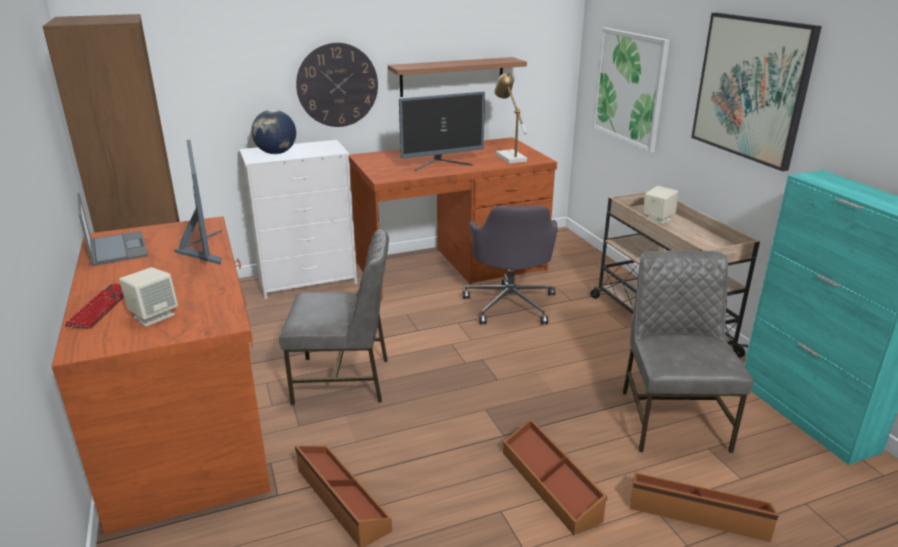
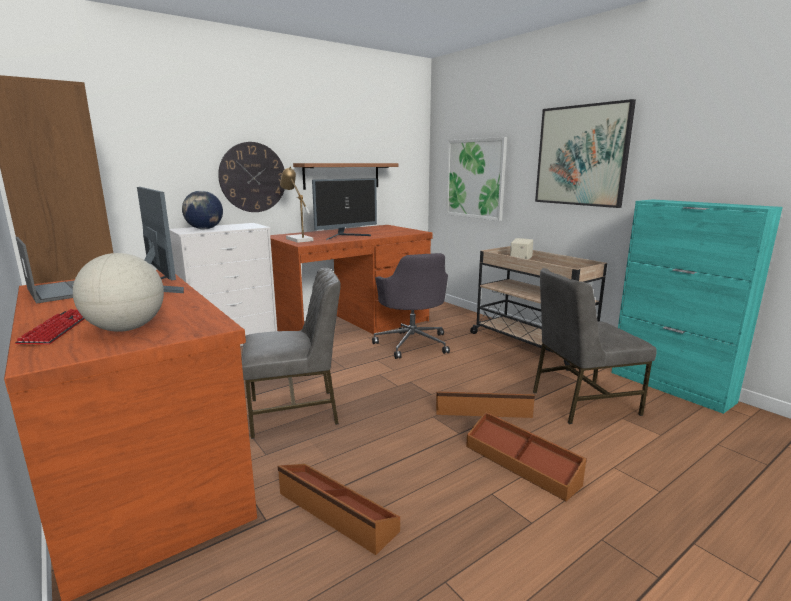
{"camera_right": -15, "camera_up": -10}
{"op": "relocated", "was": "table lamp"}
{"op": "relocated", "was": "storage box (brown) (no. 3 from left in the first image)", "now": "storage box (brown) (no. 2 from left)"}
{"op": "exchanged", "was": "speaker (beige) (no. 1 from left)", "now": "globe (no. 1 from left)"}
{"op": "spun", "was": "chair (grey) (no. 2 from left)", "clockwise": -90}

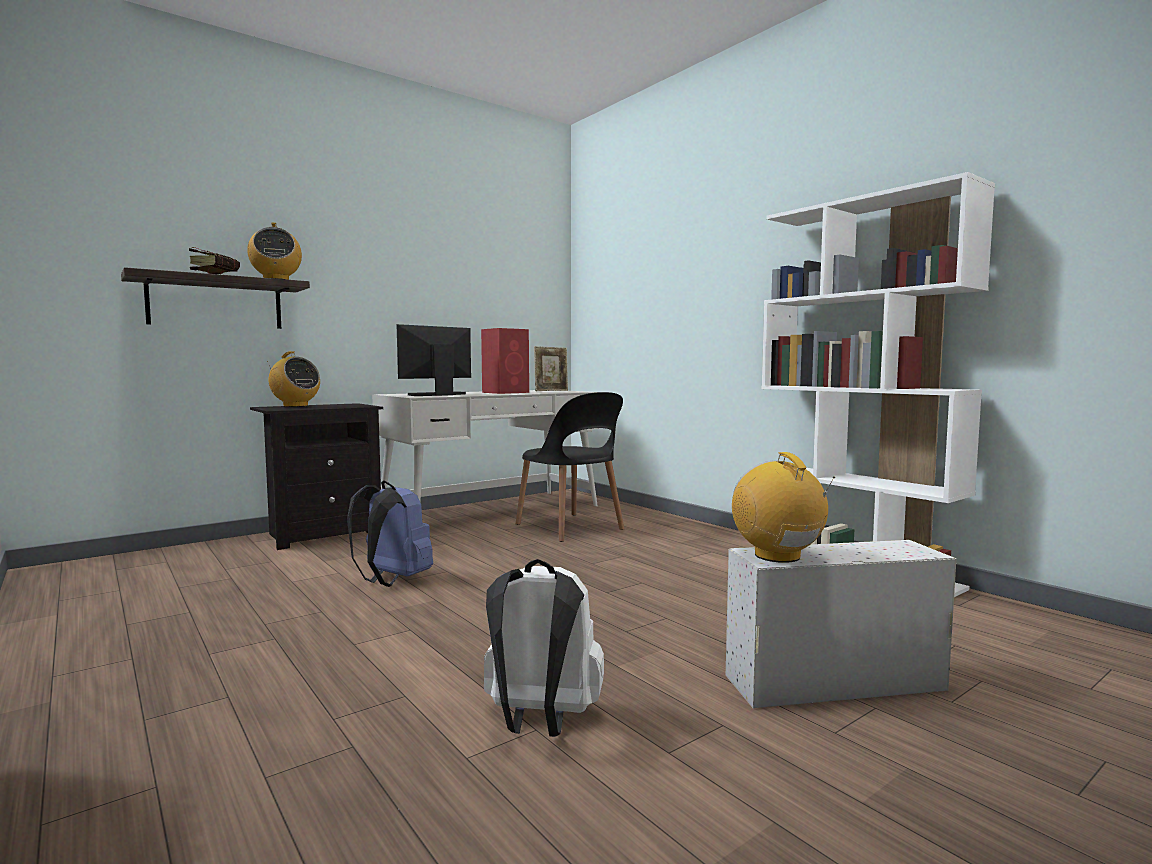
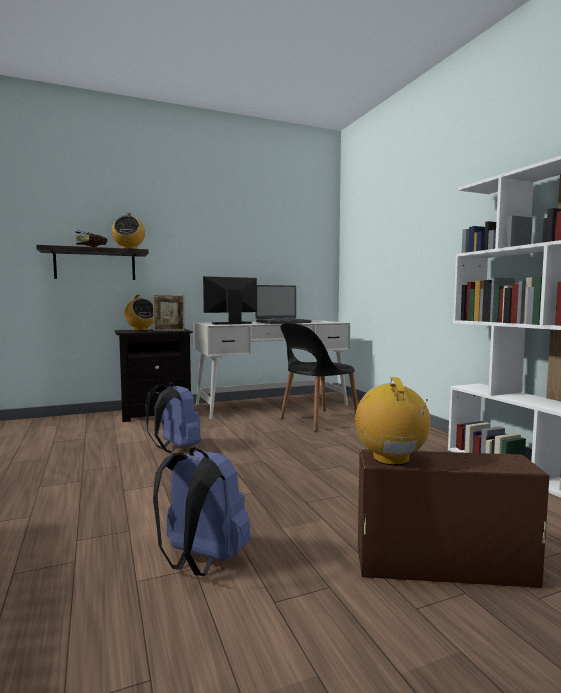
{"camera_right": 15, "camera_up": 0}
{"op": "relocated", "was": "picture frame"}
{"op": "exchanged", "was": "speaker (red)", "now": "laptop"}
{"op": "colour", "was": "backpack (white)", "now": "backpack (blue) (no. 2 from left)"}
{"op": "colour", "was": "storage box (white)", "now": "storage box (brown)"}
{"op": "spun", "was": "chair (black)", "clockwise": 75}

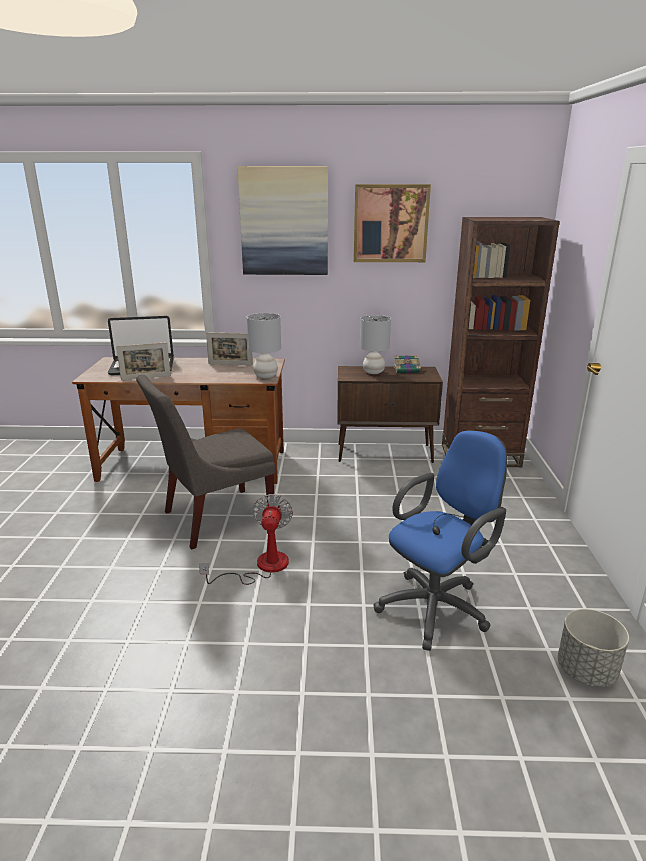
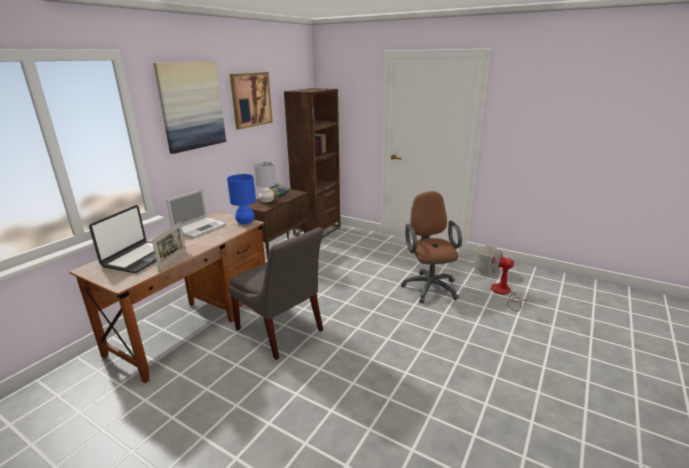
{"camera_right": -60, "camera_up": 0}
{"op": "relocated", "was": "fan"}
{"op": "exchanged", "was": "picture frame (no. 2 from left)", "now": "laptop (no. 2 from left)"}
{"op": "colour", "was": "table lamp (grey) (no. 1 from left)", "now": "table lamp (blue)"}
{"op": "colour", "was": "office chair (blue)", "now": "office chair (brown)"}
{"op": "spun", "was": "chair (grey)", "clockwise": -45}

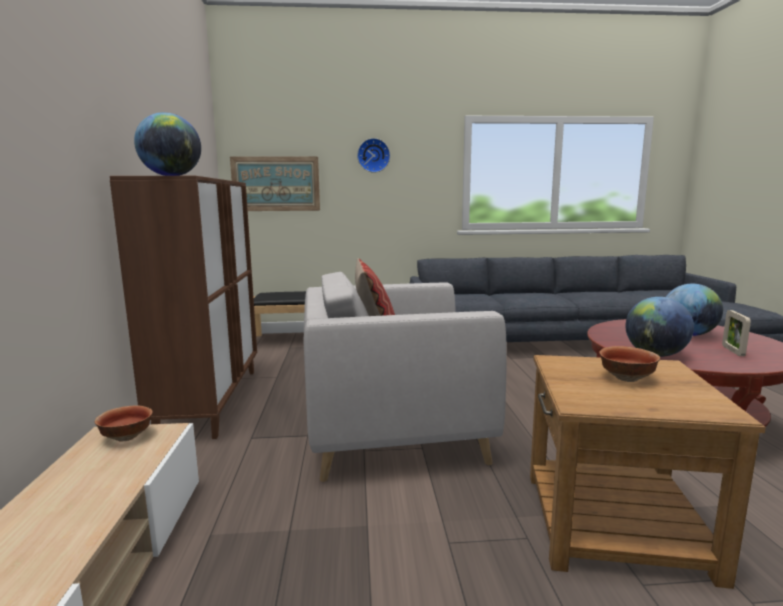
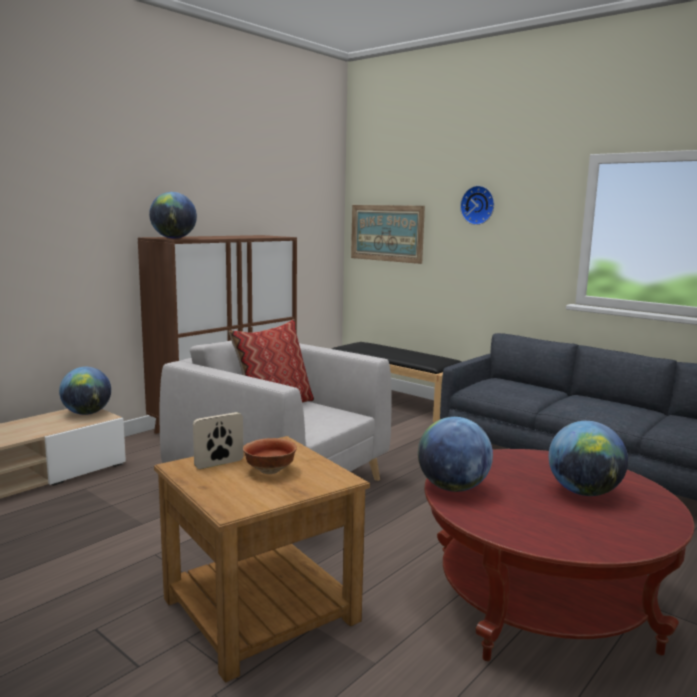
{"camera_right": 45, "camera_up": 0}
{"op": "relocated", "was": "picture frame"}
{"op": "exchanged", "was": "bowl (no. 1 from left)", "now": "globe (no. 1 from left)"}

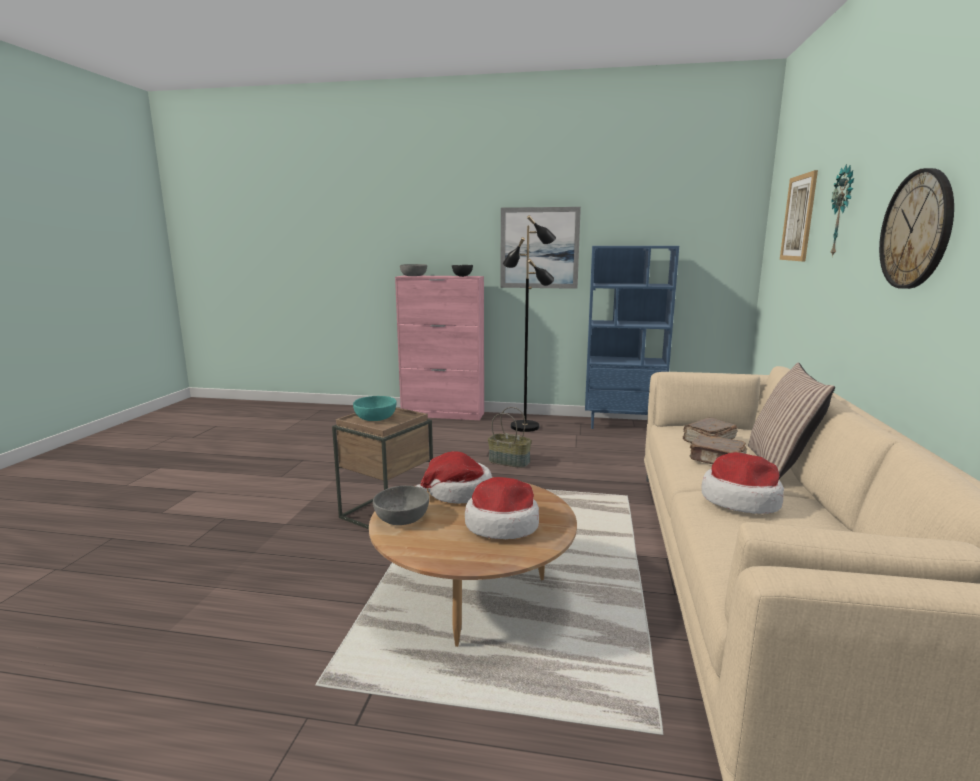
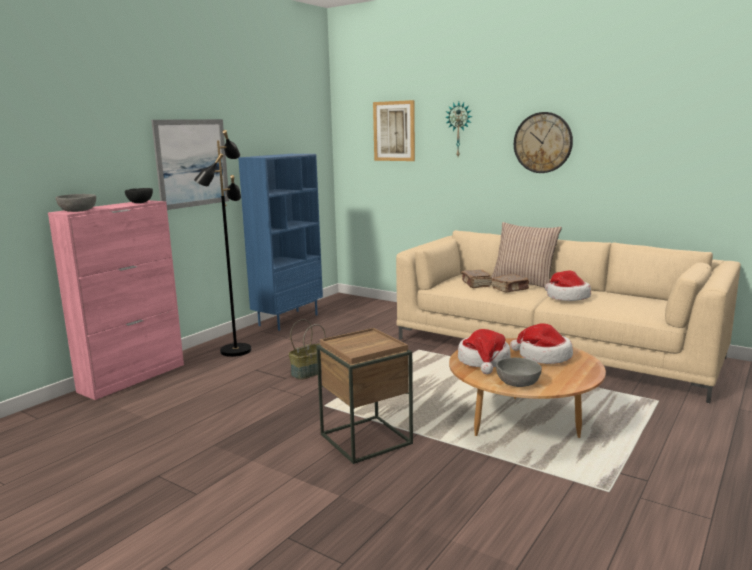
{"camera_right": -65, "camera_up": 0}
{"op": "missing", "was": "bowl (turquoise)"}

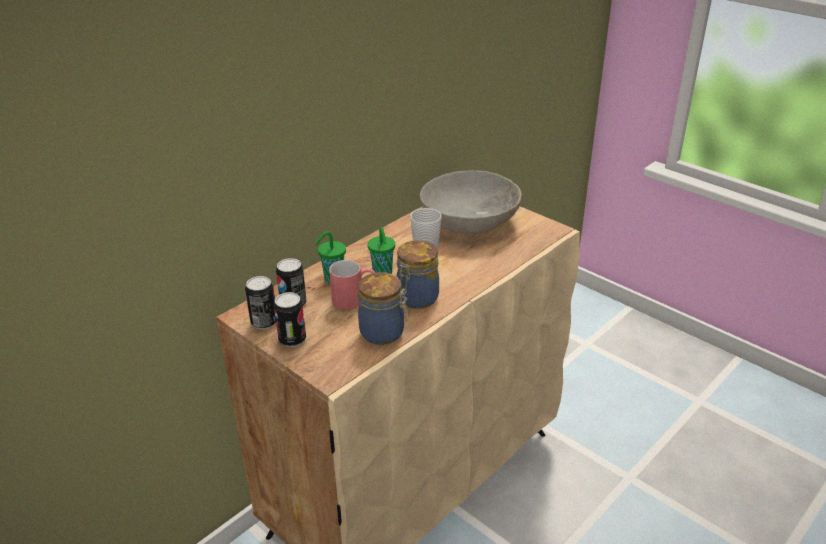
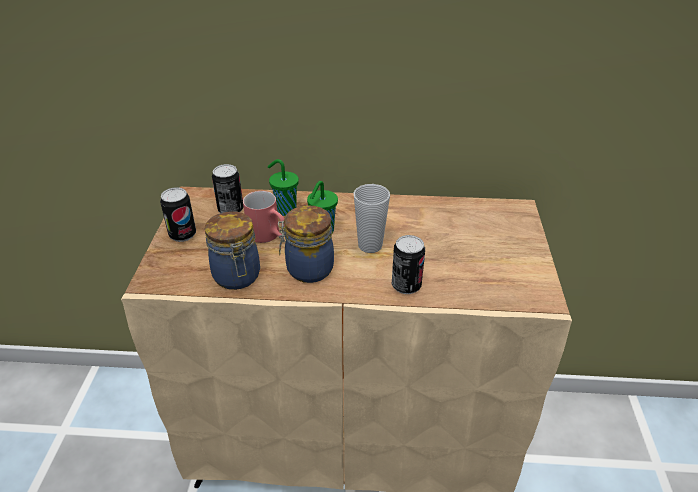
{"camera_right": 50, "camera_up": 5}
{"op": "missing", "was": "bowl (grey)"}
{"op": "relocated", "was": "can (no. 1 from left in the first image)", "now": "can (no. 3 from left)"}

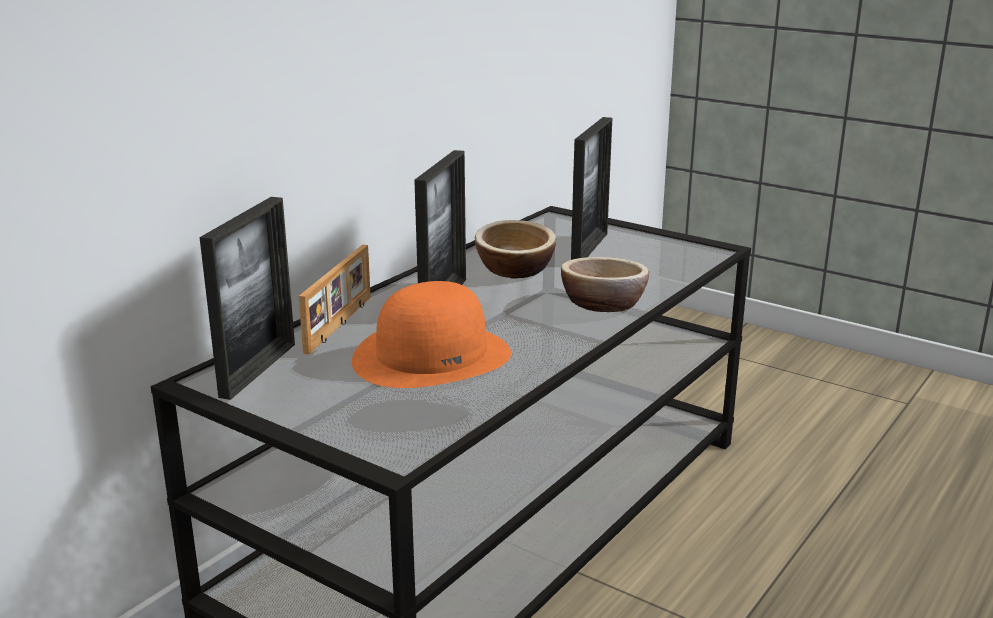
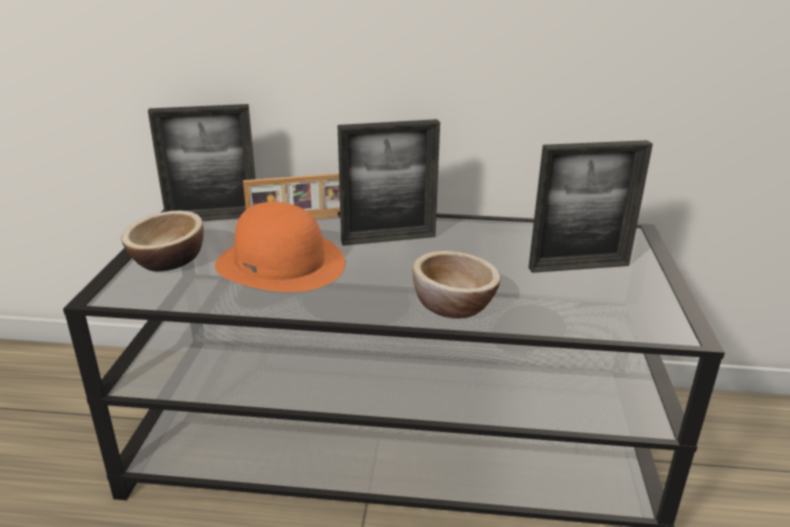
{"camera_right": 60, "camera_up": 5}
{"op": "relocated", "was": "bowl (no. 1 from left)"}

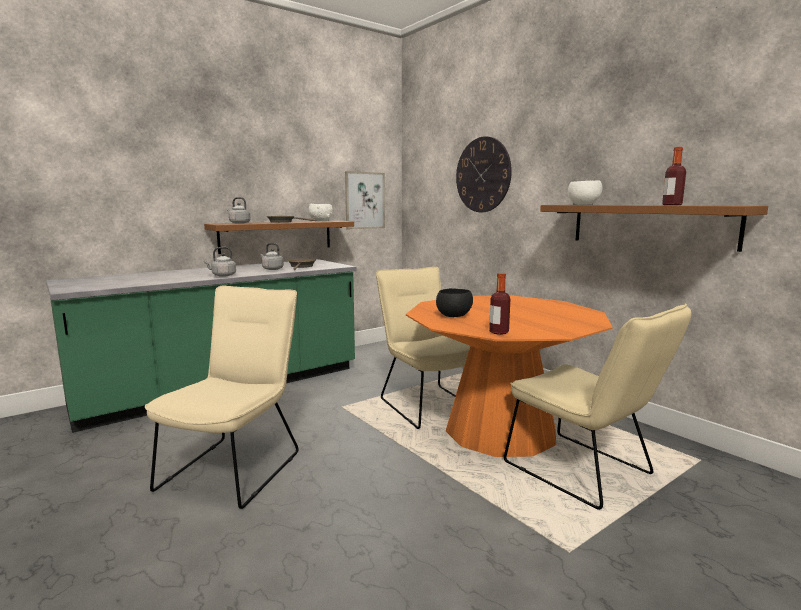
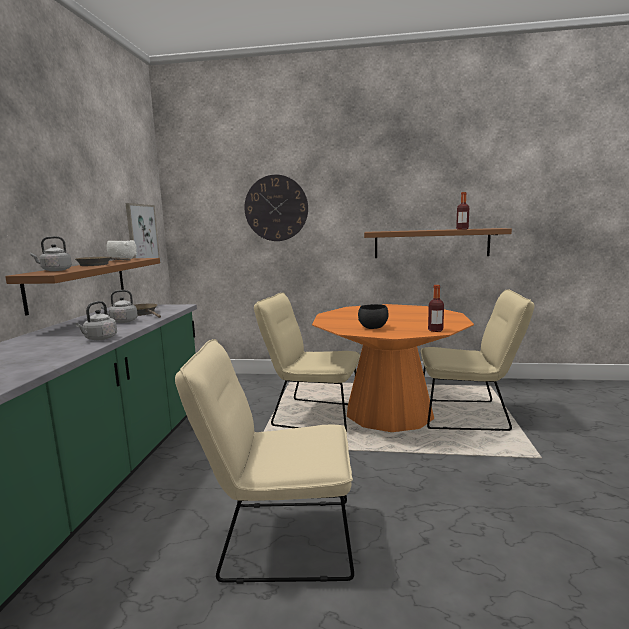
{"camera_right": -45, "camera_up": 0}
{"op": "missing", "was": "bowl (white) (no. 2 from left)"}
{"op": "spun", "was": "chair (beige) (no. 1 from left)", "clockwise": -60}

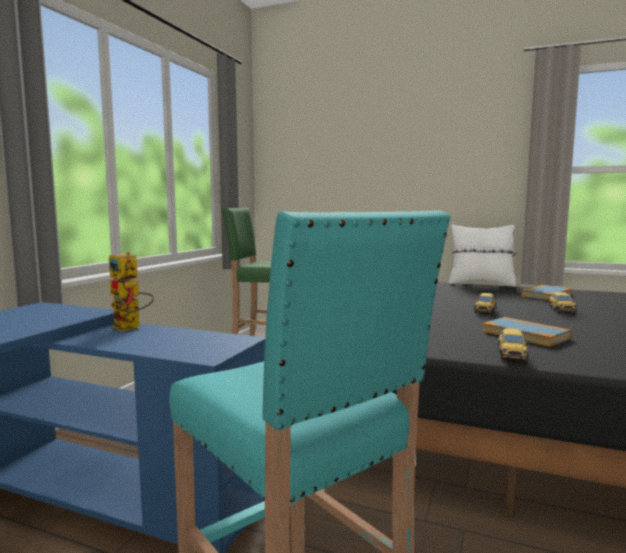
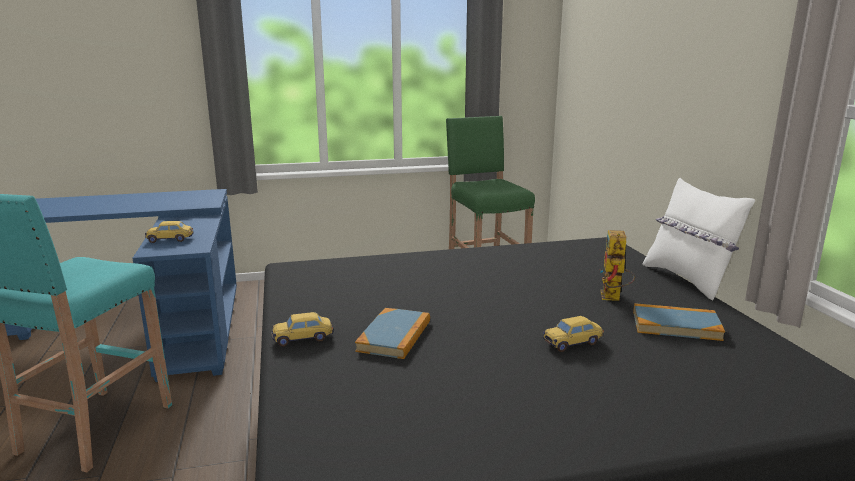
{"camera_right": 55, "camera_up": 10}
{"op": "relocated", "was": "toy robot"}
{"op": "relocated", "was": "toy car (no. 1 from left)"}

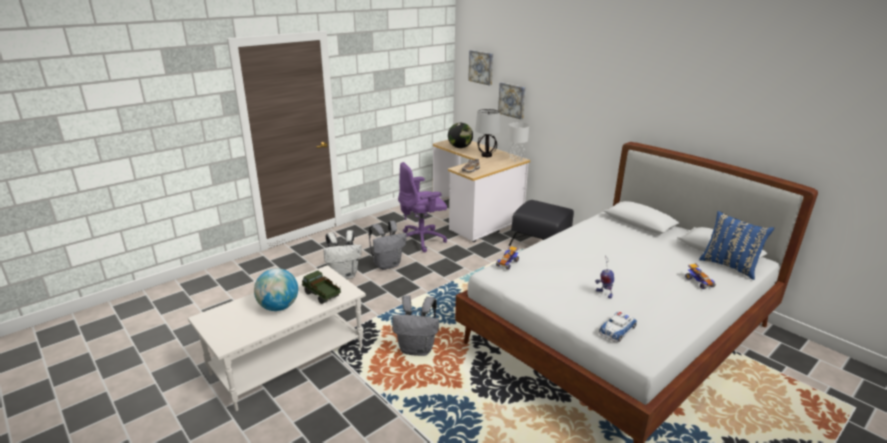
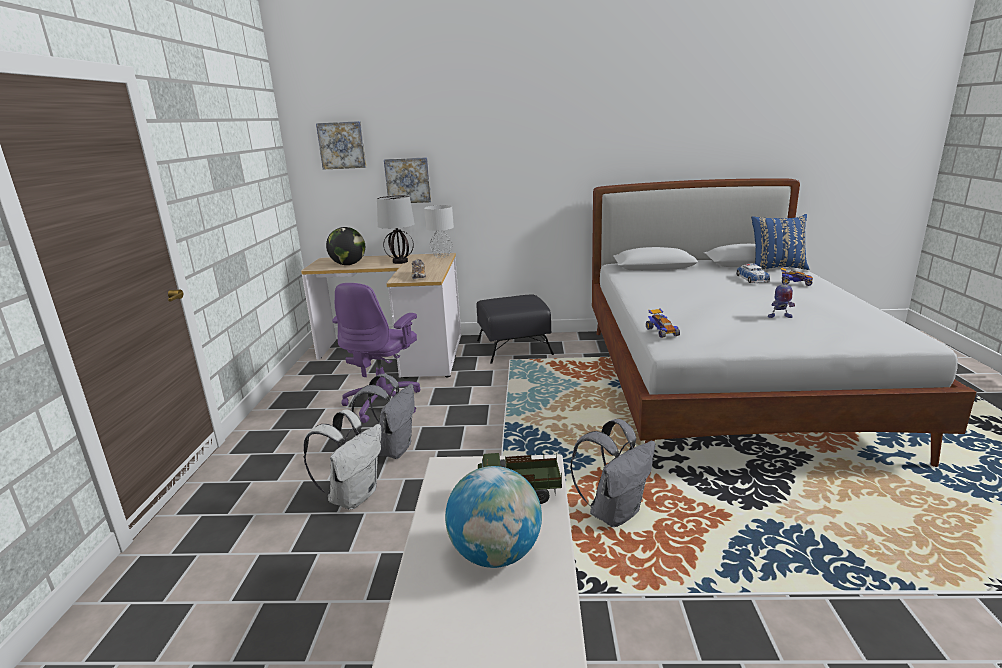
{"camera_right": -45, "camera_up": -5}
{"op": "relocated", "was": "toy car (no. 2 from left)"}

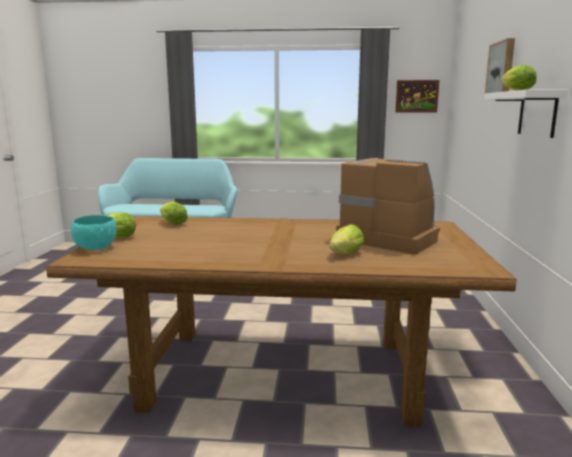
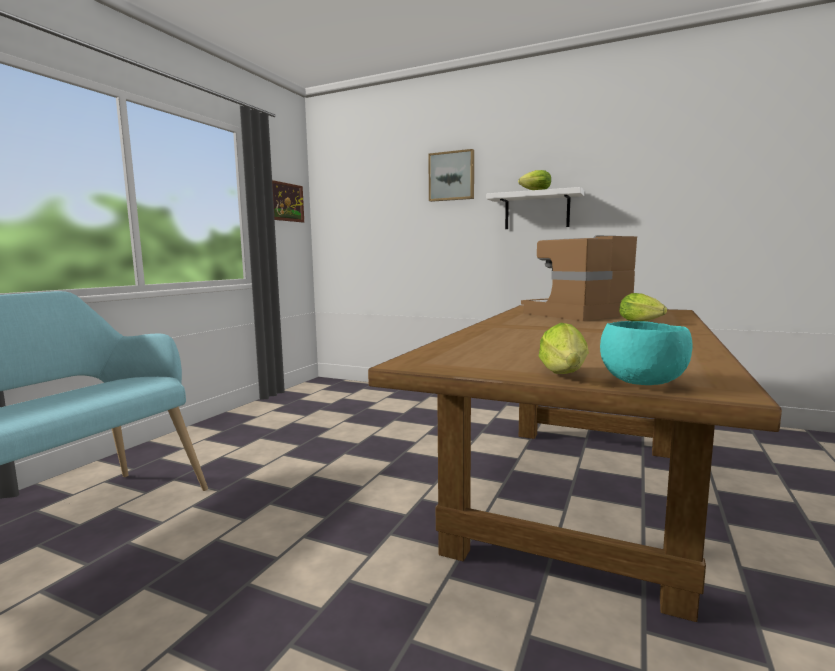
{"camera_right": -70, "camera_up": -5}
{"op": "missing", "was": "lettuce (no. 2 from left)"}

